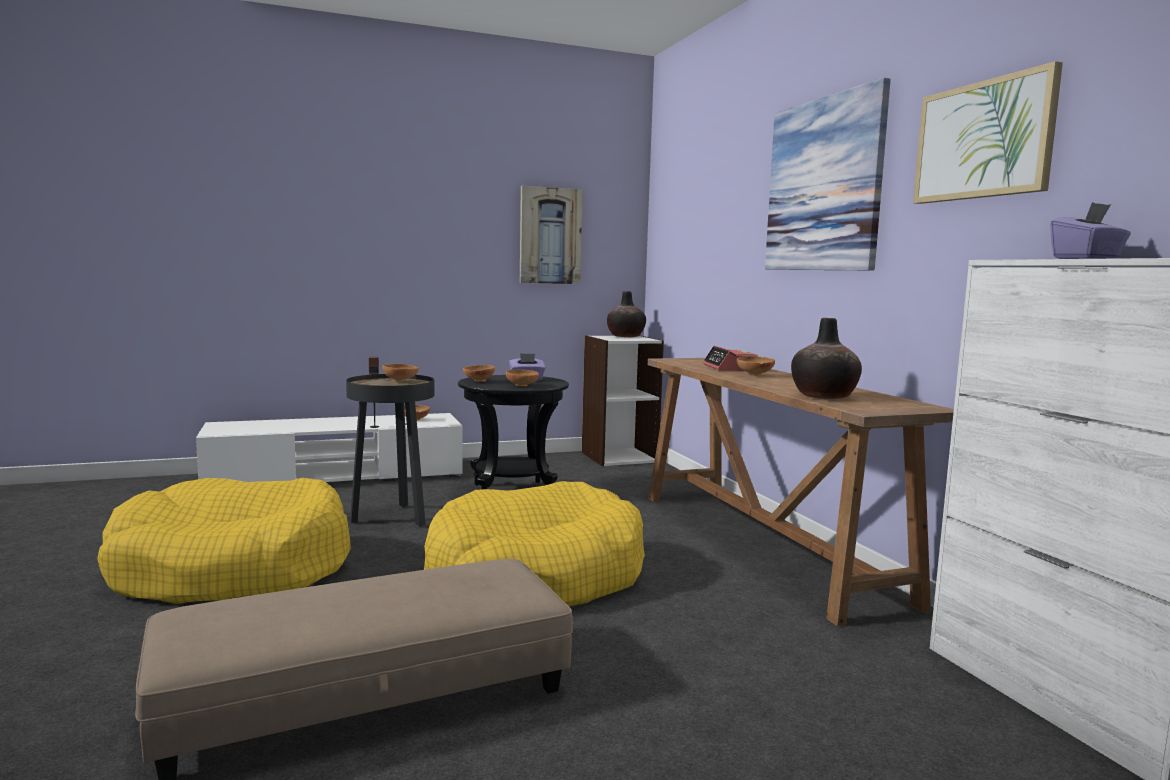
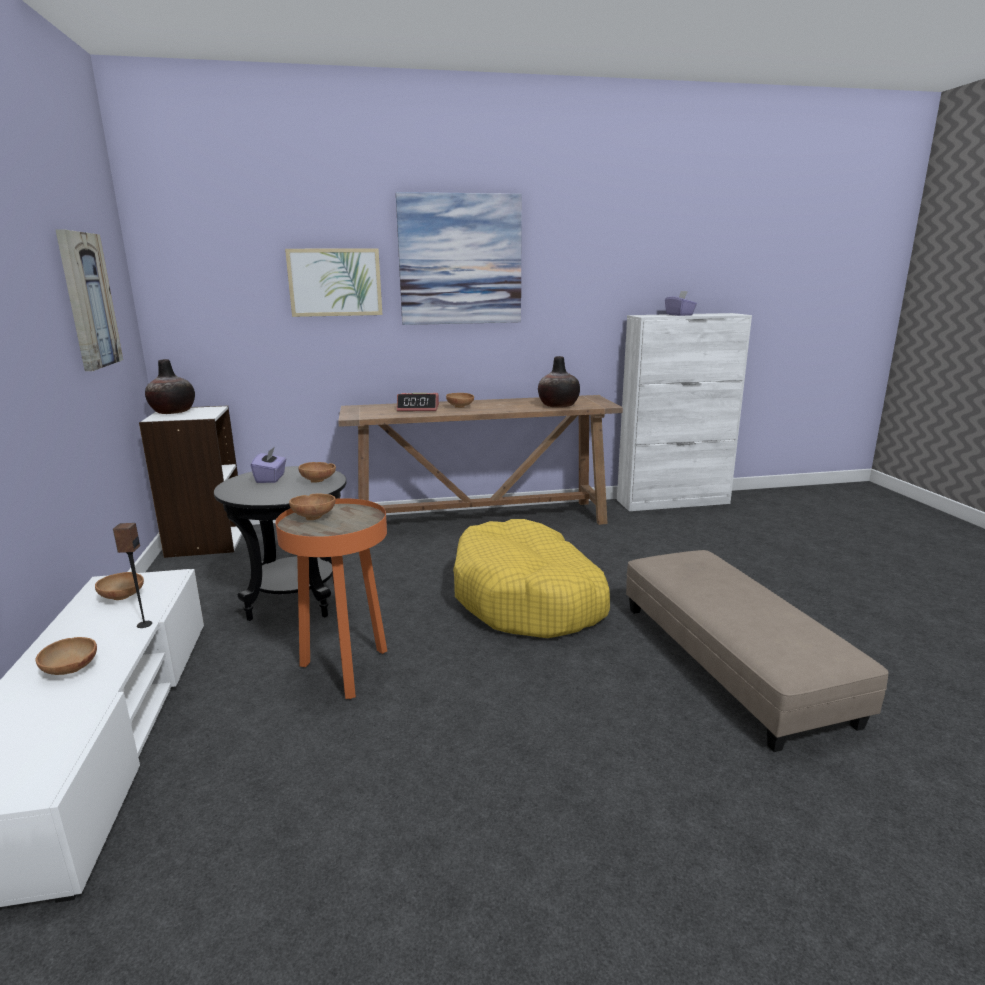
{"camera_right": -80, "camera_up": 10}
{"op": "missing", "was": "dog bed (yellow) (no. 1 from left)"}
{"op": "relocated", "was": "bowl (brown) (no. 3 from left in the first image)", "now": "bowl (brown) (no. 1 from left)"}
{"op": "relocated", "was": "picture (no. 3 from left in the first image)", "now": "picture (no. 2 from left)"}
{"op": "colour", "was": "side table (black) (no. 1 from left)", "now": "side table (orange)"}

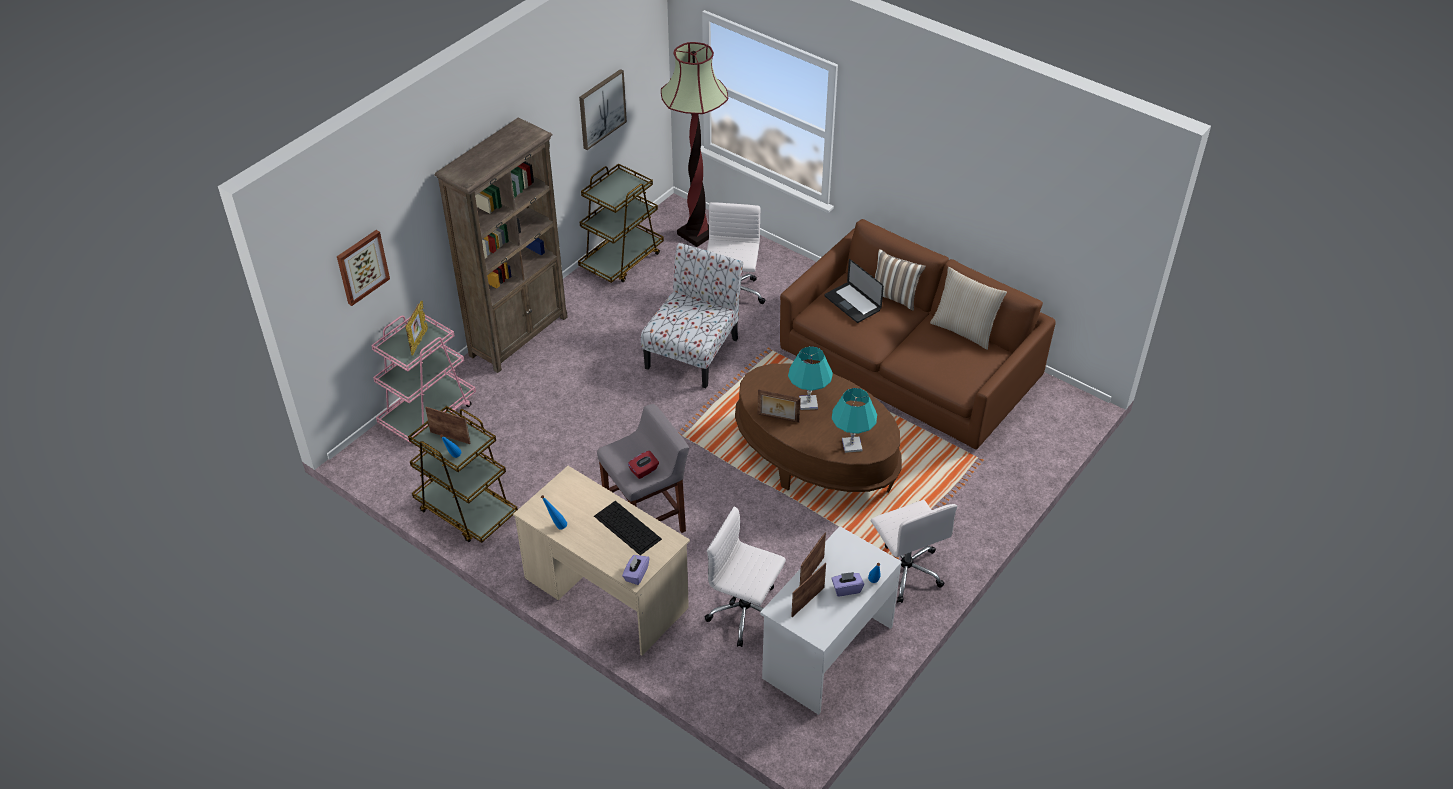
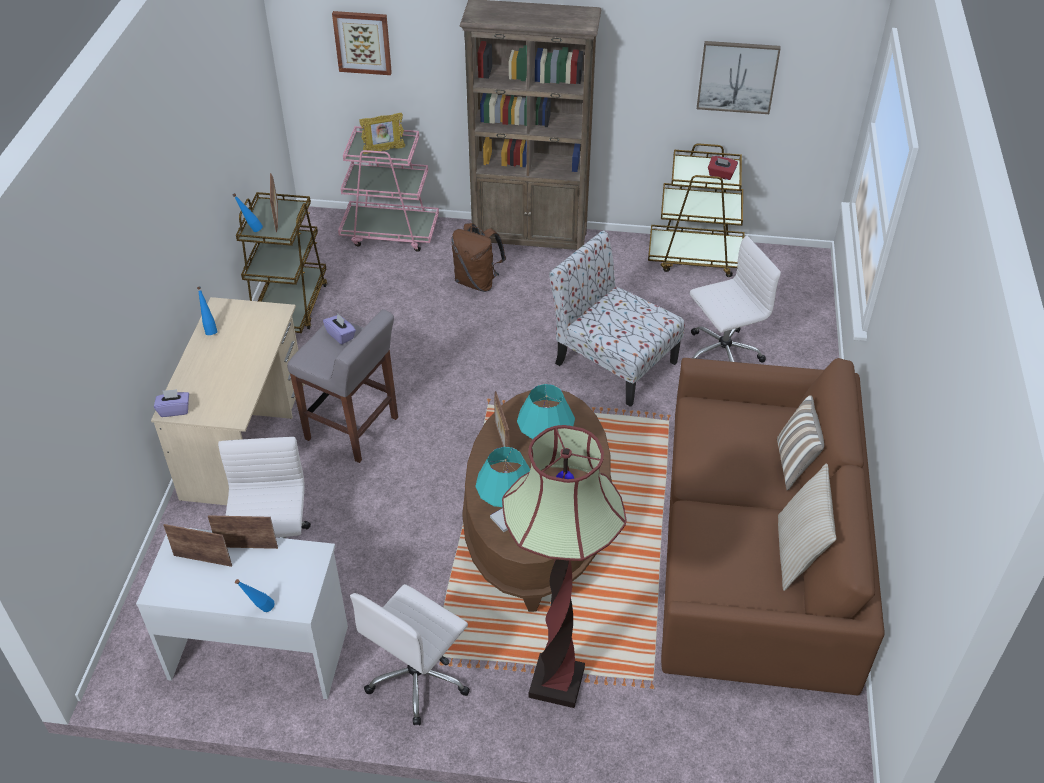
{"camera_right": 60, "camera_up": 0}
{"op": "missing", "was": "keyboard"}
{"op": "missing", "was": "laptop"}
{"op": "appeared", "now": "backpack (brown)"}
{"op": "relocated", "was": "tissue box (red)"}
{"op": "relocated", "was": "floor lamp"}
{"op": "relocated", "was": "tissue box (purple) (no. 2 from left)"}
{"op": "spun", "was": "chair", "clockwise": -135}

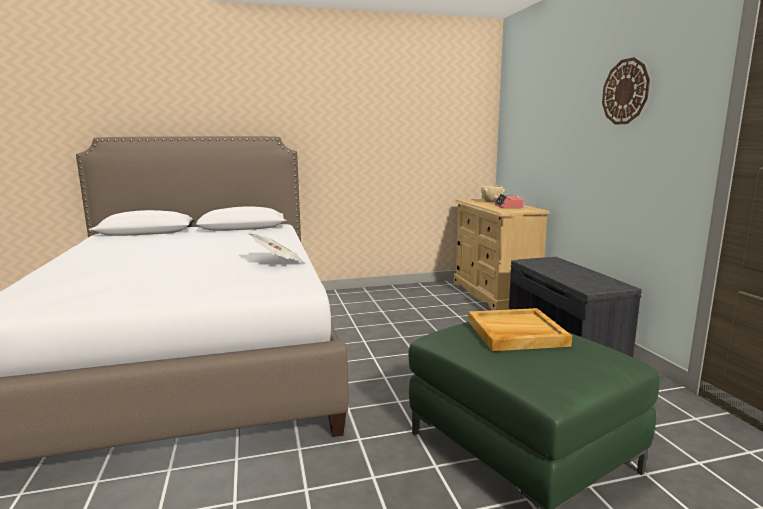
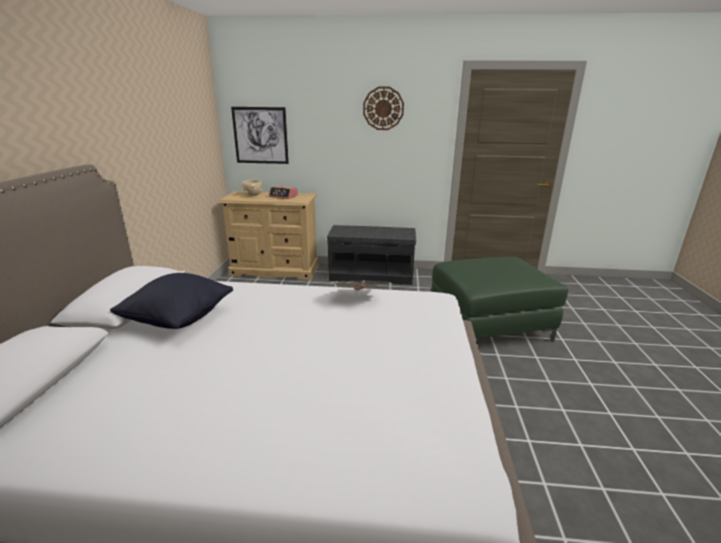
{"camera_right": -70, "camera_up": 10}
{"op": "missing", "was": "tray (beige)"}
{"op": "appeared", "now": "pillow (black)"}
{"op": "appeared", "now": "picture"}

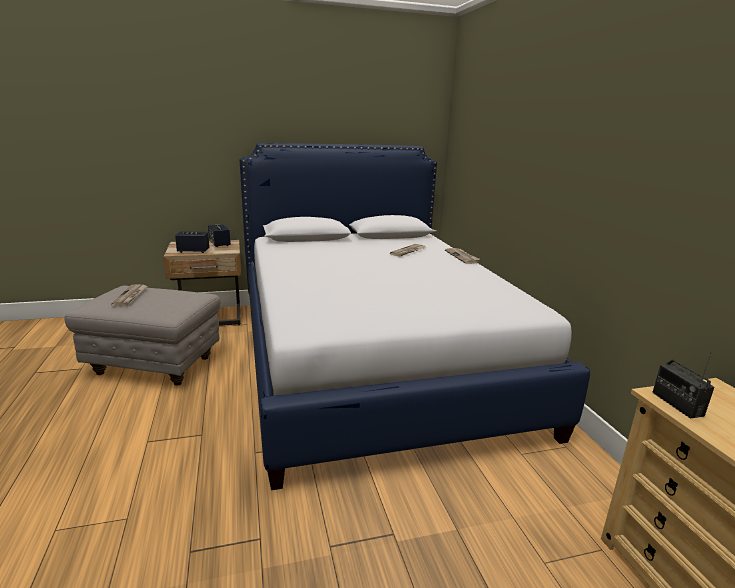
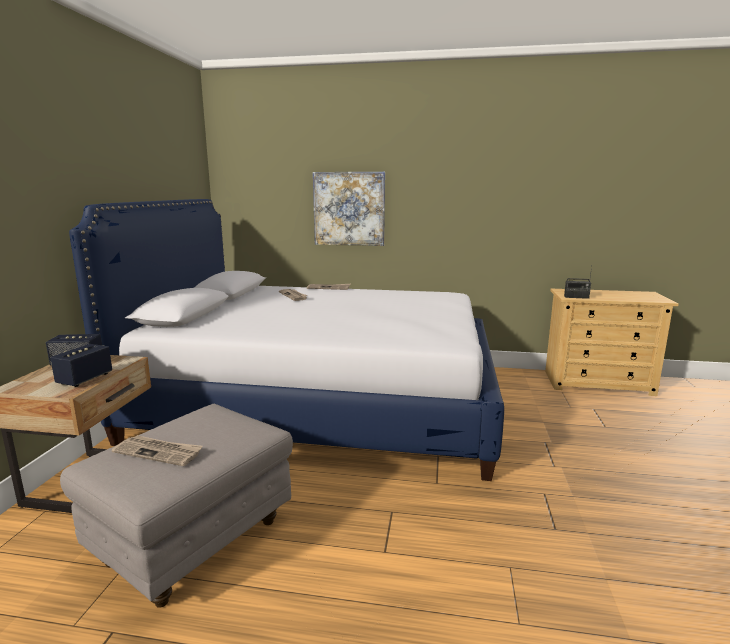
{"camera_right": -65, "camera_up": -5}
{"op": "appeared", "now": "picture"}

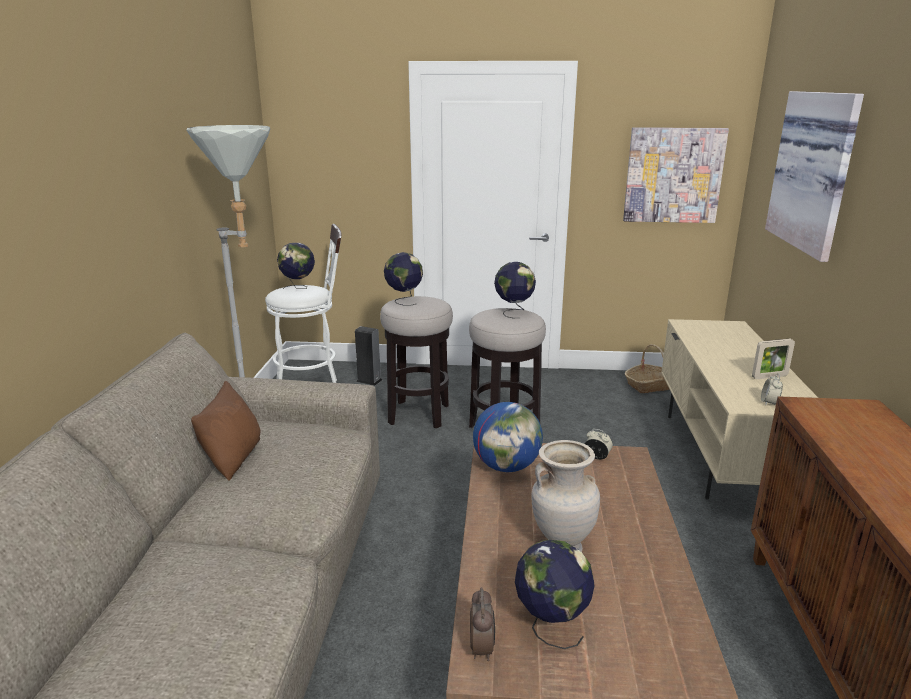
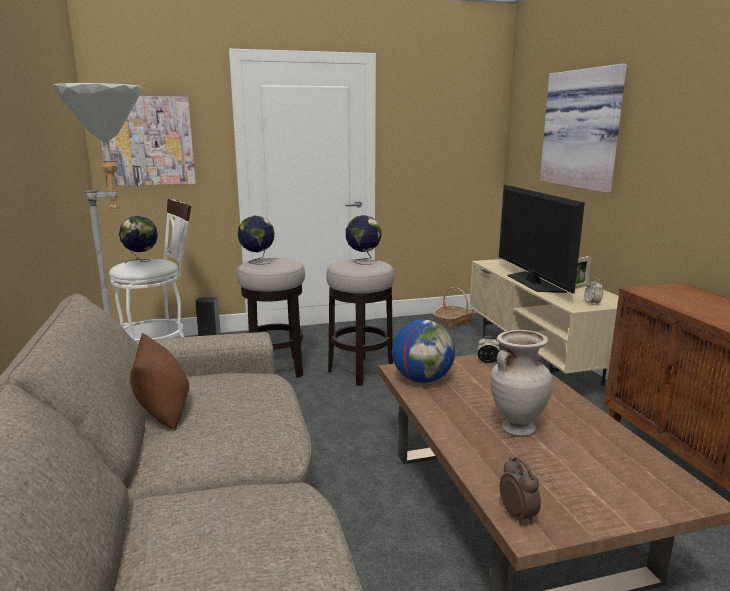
{"camera_right": -20, "camera_up": -5}
{"op": "missing", "was": "globe (no. 5 from left)"}
{"op": "appeared", "now": "television"}
{"op": "relocated", "was": "picture (no. 1 from left)"}

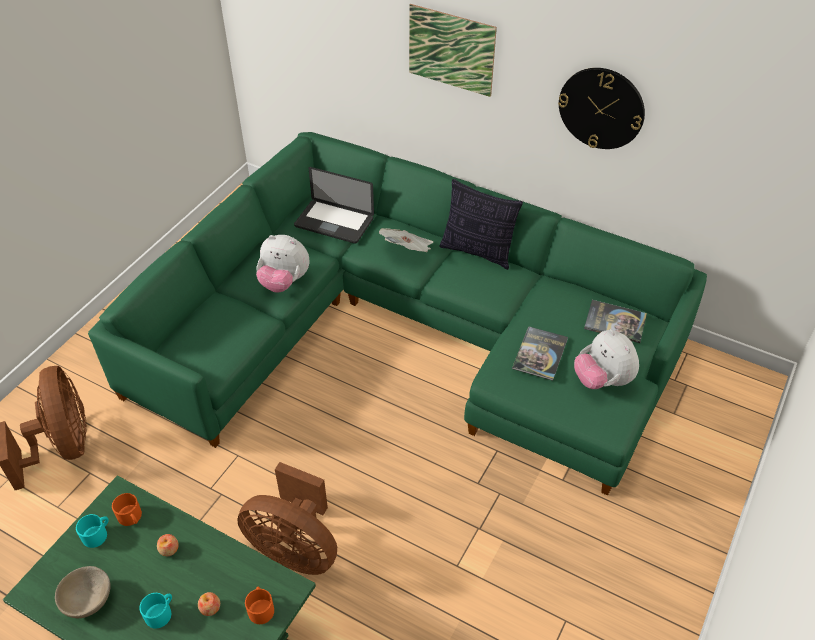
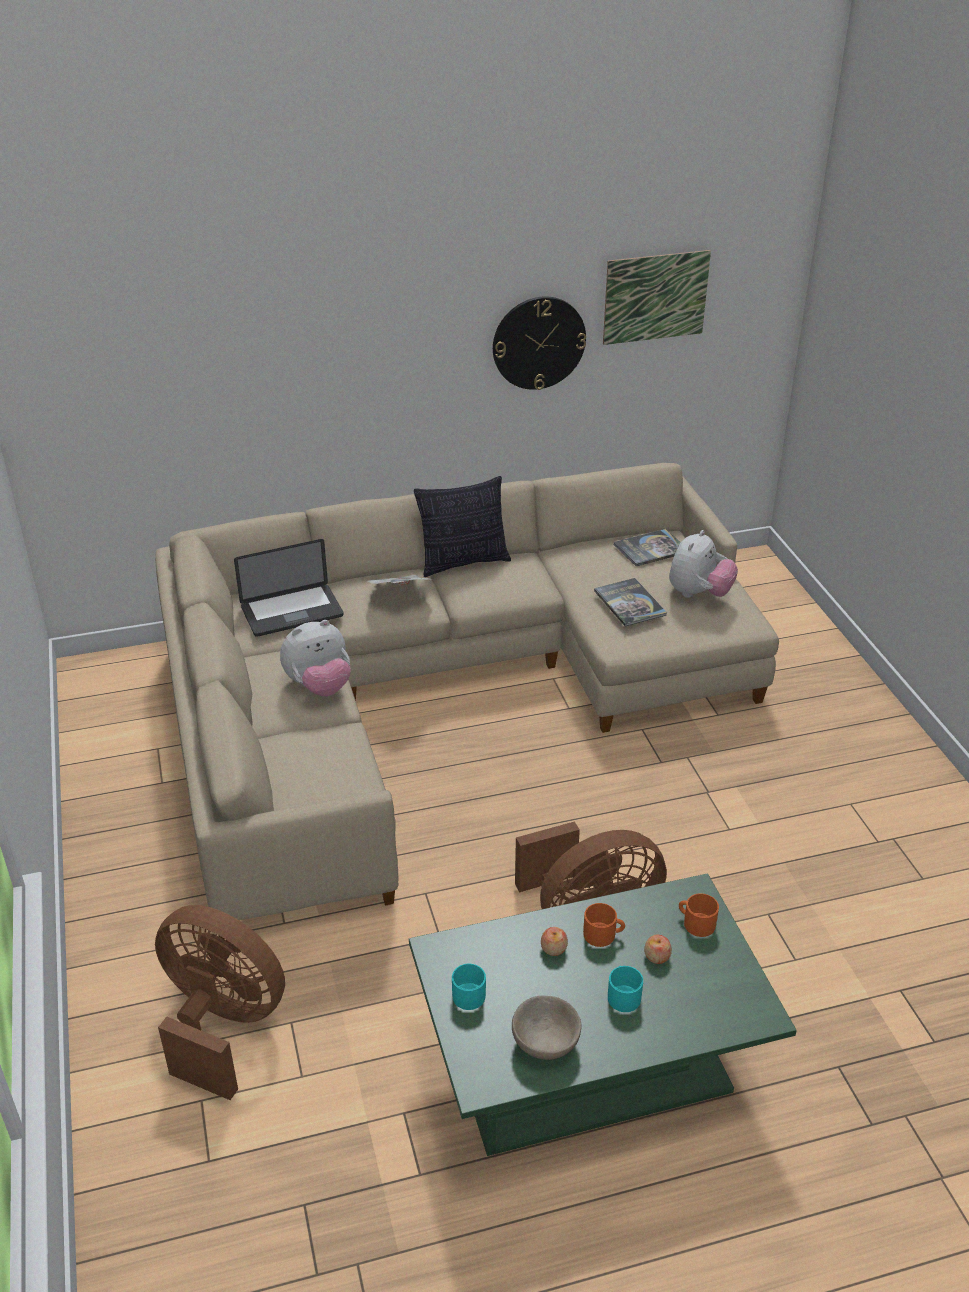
{"camera_right": -45, "camera_up": -10}
{"op": "relocated", "was": "mug (orange) (no. 1 from left)"}
{"op": "relocated", "was": "picture"}
{"op": "colour", "was": "sofa (green)", "now": "sofa (beige)"}
{"op": "spun", "was": "plush toy (no. 2 from left)", "clockwise": -75}

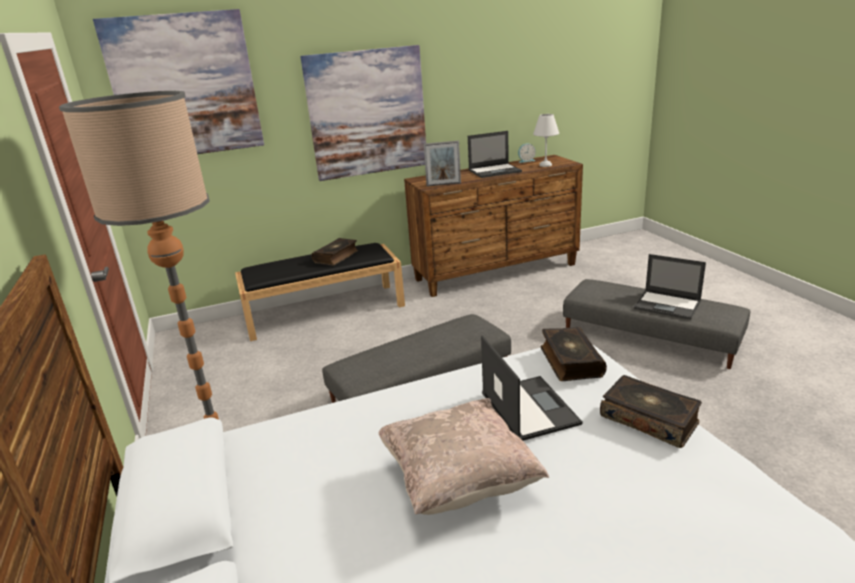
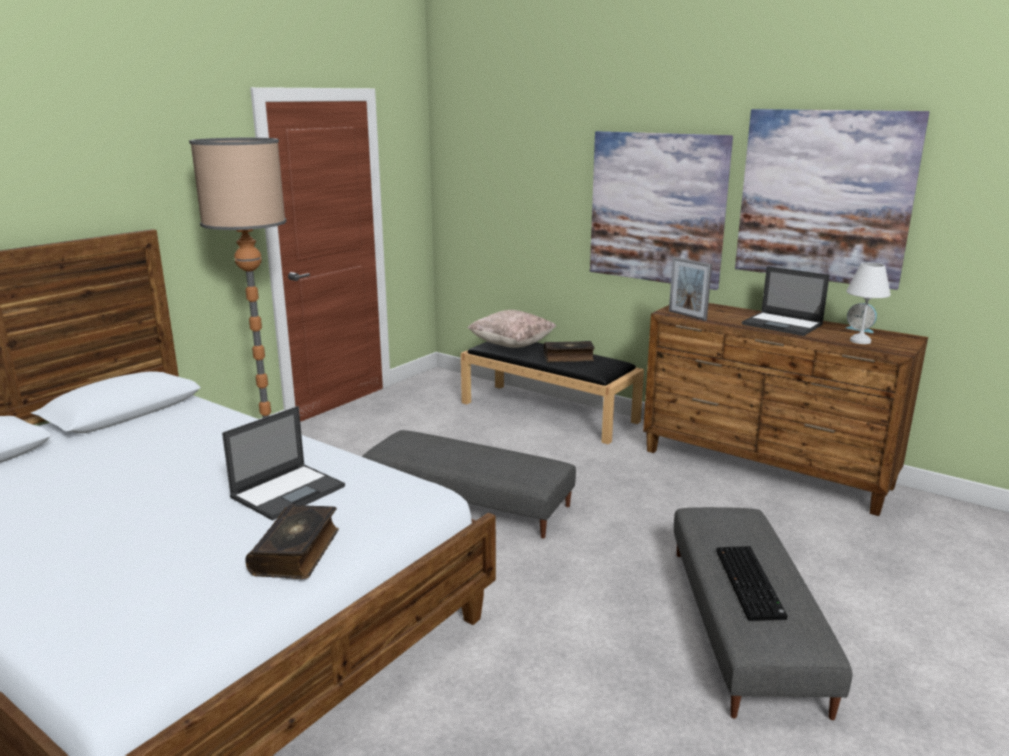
{"camera_right": 55, "camera_up": -5}
{"op": "missing", "was": "book (no. 2 from left)"}
{"op": "relocated", "was": "picture (no. 1 from left in the first image)", "now": "picture (no. 2 from left)"}
{"op": "relocated", "was": "pillow (beige)"}
{"op": "exchanged", "was": "laptop (no. 3 from left)", "now": "keyboard"}

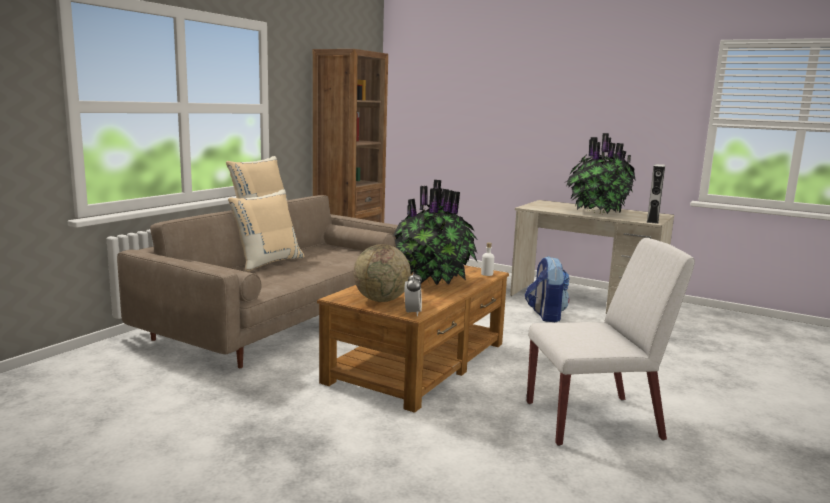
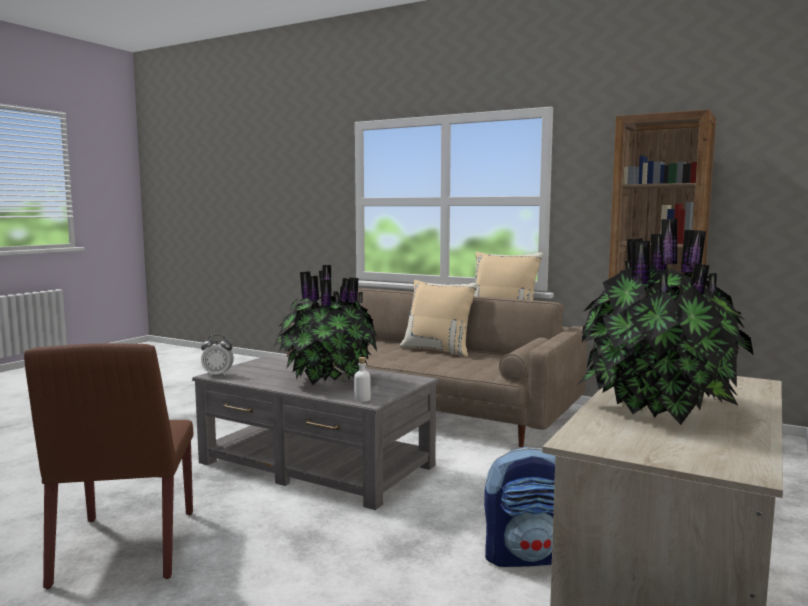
{"camera_right": 90, "camera_up": -5}
{"op": "missing", "was": "globe"}
{"op": "missing", "was": "speaker (grey)"}
{"op": "colour", "was": "coffee table (brown)", "now": "coffee table (grey)"}
{"op": "colour", "was": "chair (white)", "now": "chair (brown)"}

